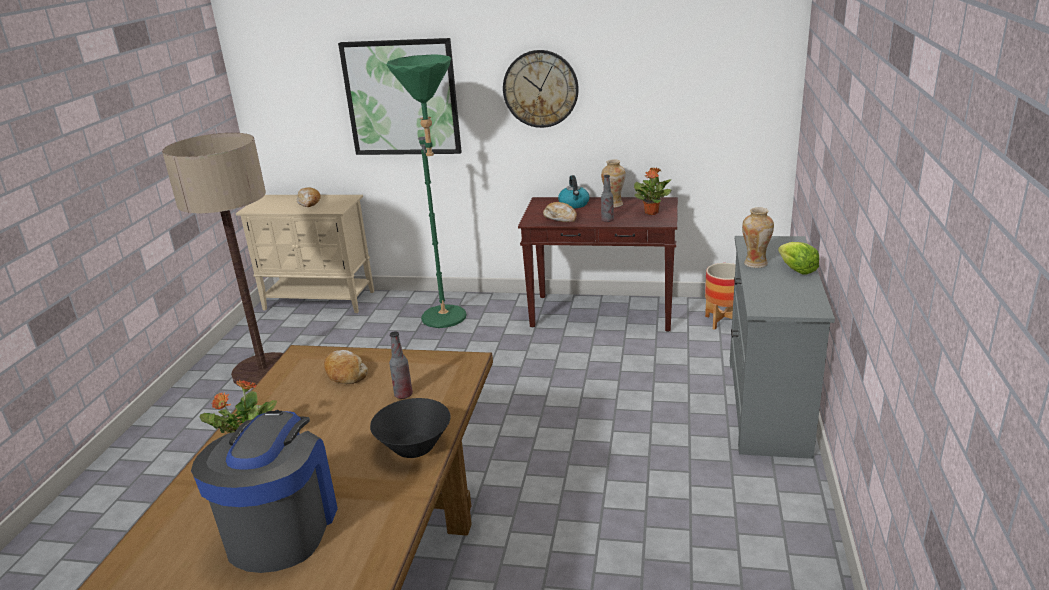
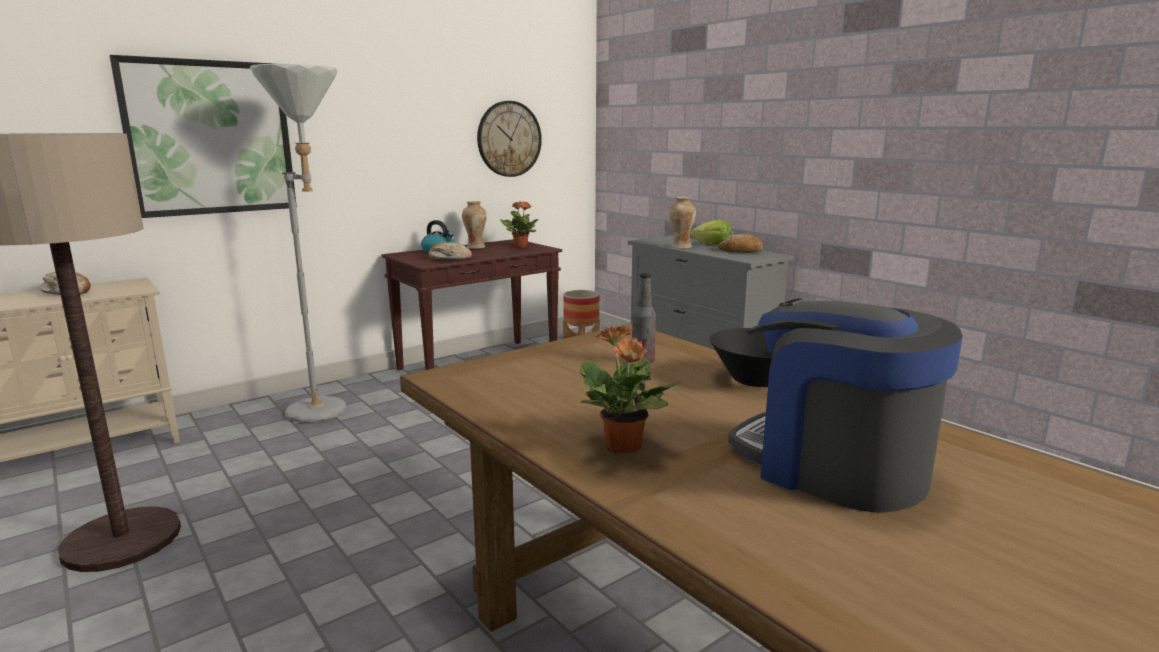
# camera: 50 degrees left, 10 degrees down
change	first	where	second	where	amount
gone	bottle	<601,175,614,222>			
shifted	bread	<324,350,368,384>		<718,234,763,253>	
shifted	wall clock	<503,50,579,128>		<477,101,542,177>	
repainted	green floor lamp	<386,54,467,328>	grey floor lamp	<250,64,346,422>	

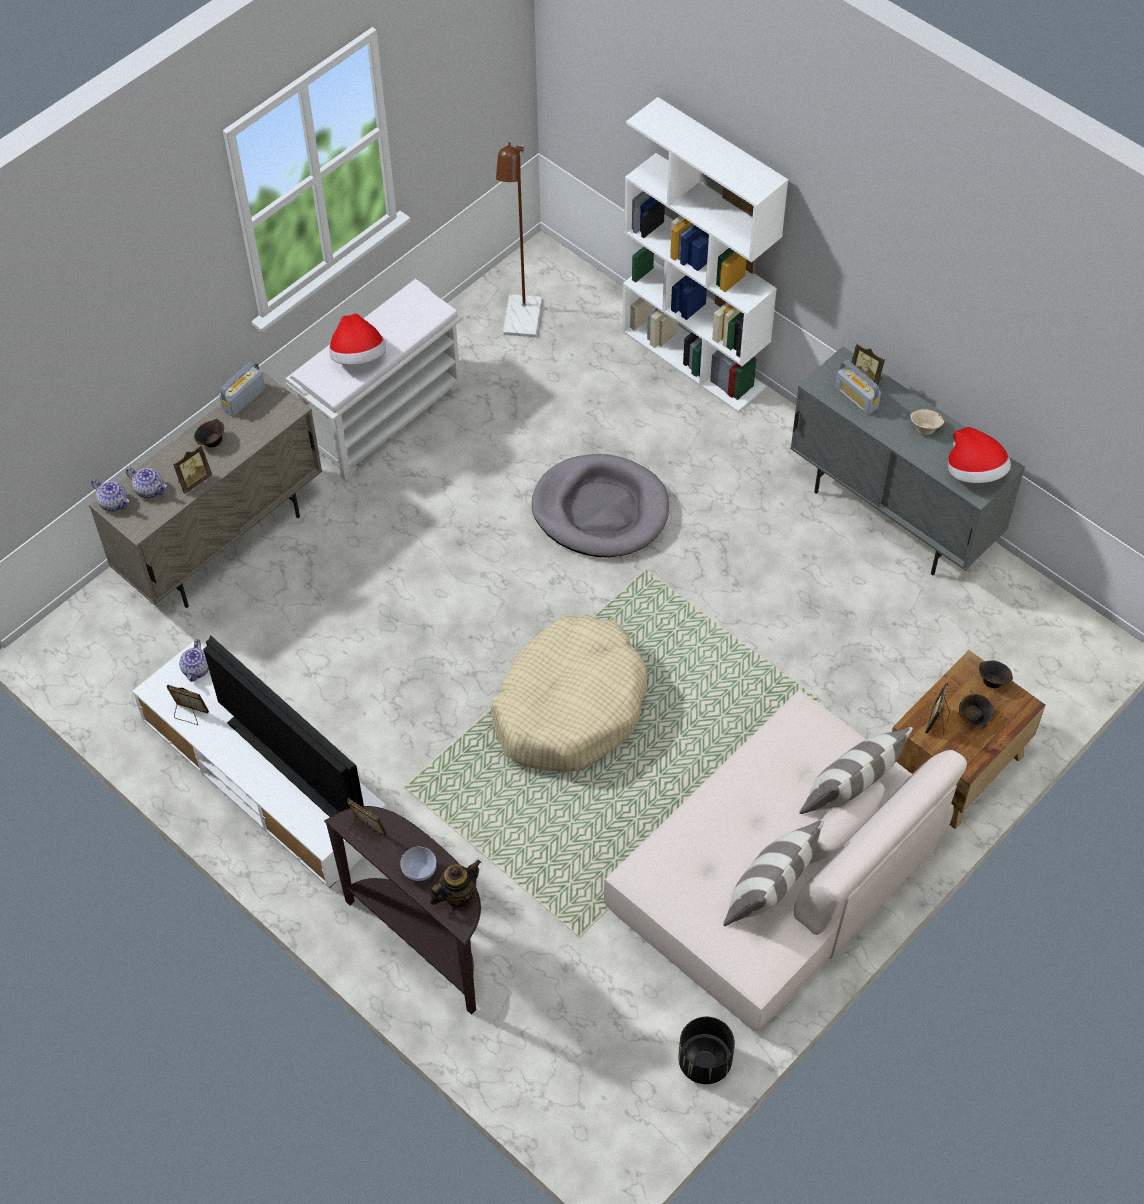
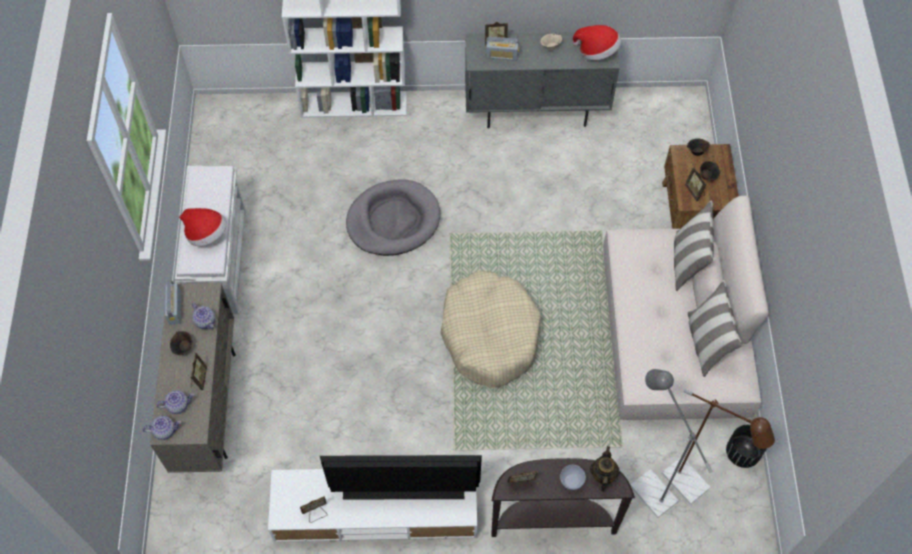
# camera: 45 degrees left, 5 degrees up
change	first	where	second	where	amount
new			grey floor lamp	<630,369,713,518>	
shifted	teapot	<179,639,209,682>		<192,303,215,329>	
shifted	brown floor lamp	<496,142,542,337>		<662,389,775,505>	

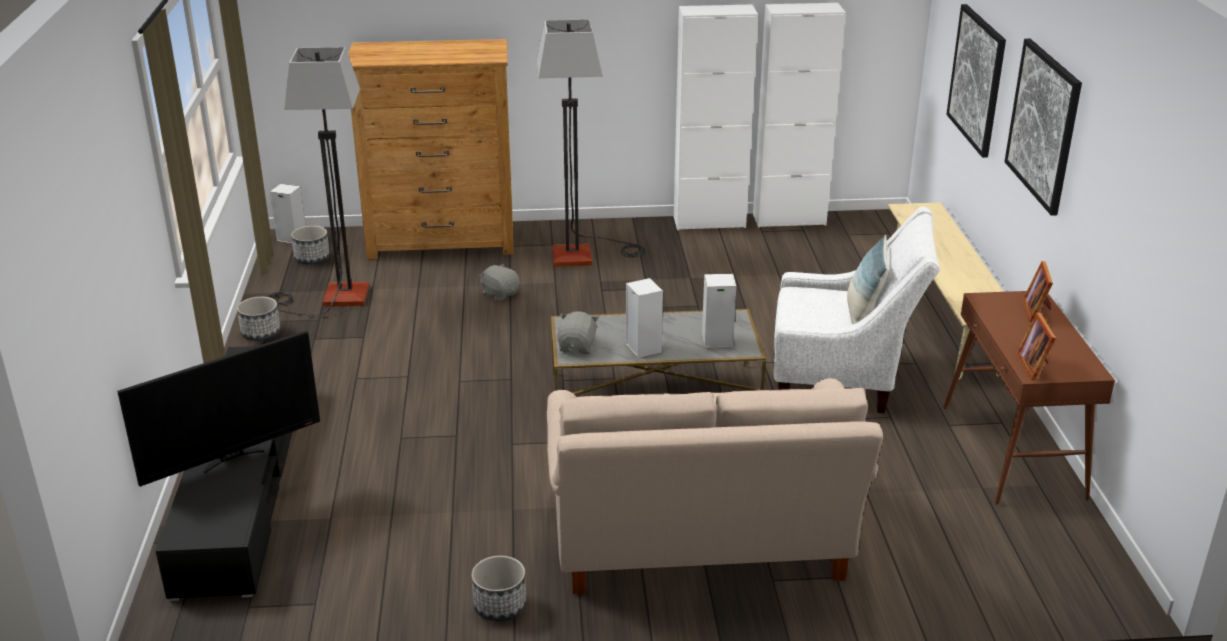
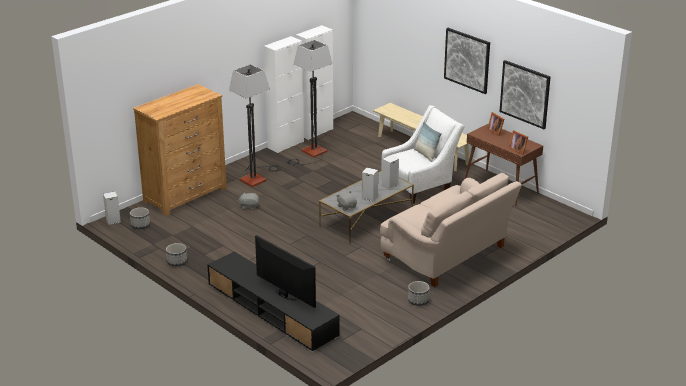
# camera: 40 degrees left, 0 degrees up
change	first	where	second	where	amount
shifted	floor lamp	<267,47,369,315>		<287,40,333,166>	
shifted	picture	<947,4,1006,158>		<499,60,551,129>	
rotated	television	<117,330,320,487>		<255,235,316,308>	60 degrees counterclockwise

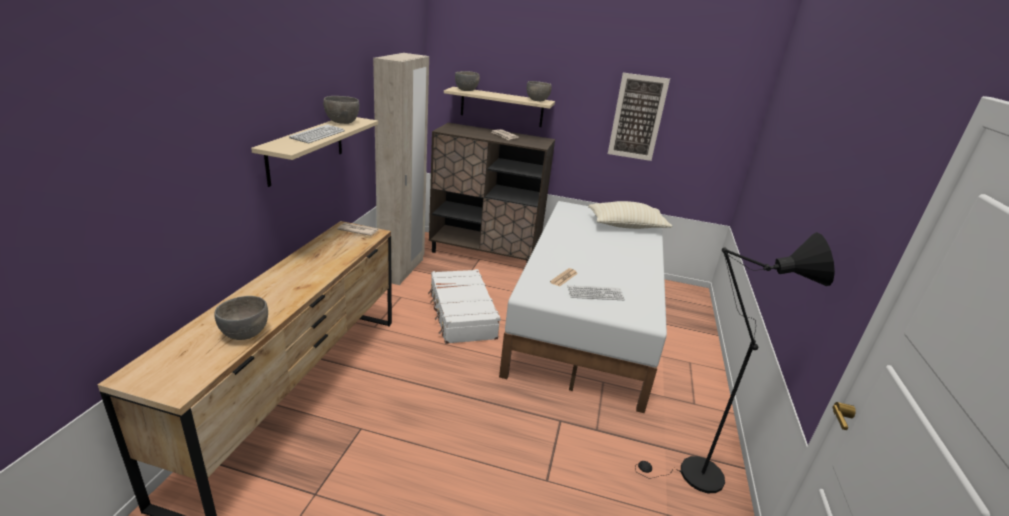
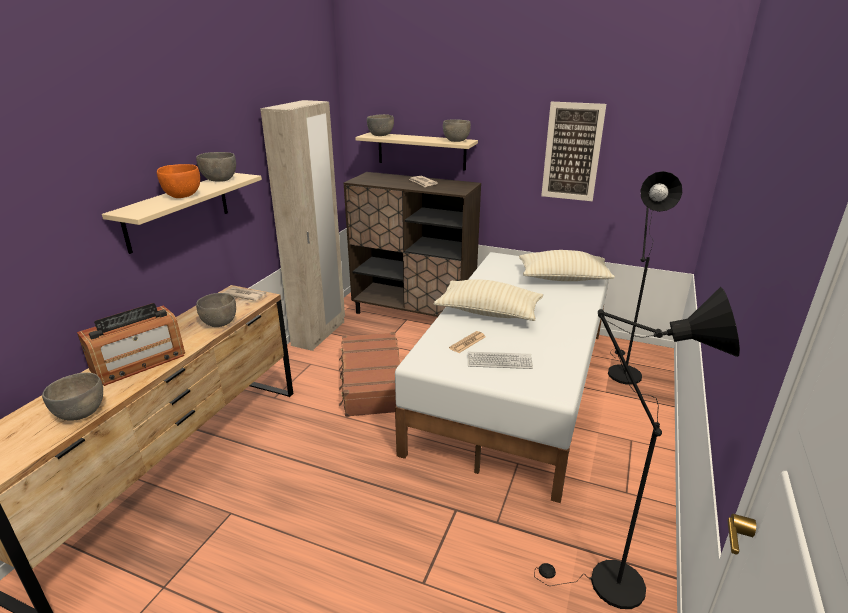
# camera: 10 degrees right, 0 degrees up
change	first	where	second	where	amount
new			radio	<77,303,185,386>	
new			grey bowl	<196,293,236,327>	
new			beige pillow	<434,279,543,321>	
new			black floor lamp	<608,171,682,385>	
swapped	keyboard	<289,124,345,143>	orange bowl	<157,164,200,198>	
repainted	white suitcase	<428,269,501,344>	brown suitcase	<339,332,400,417>	

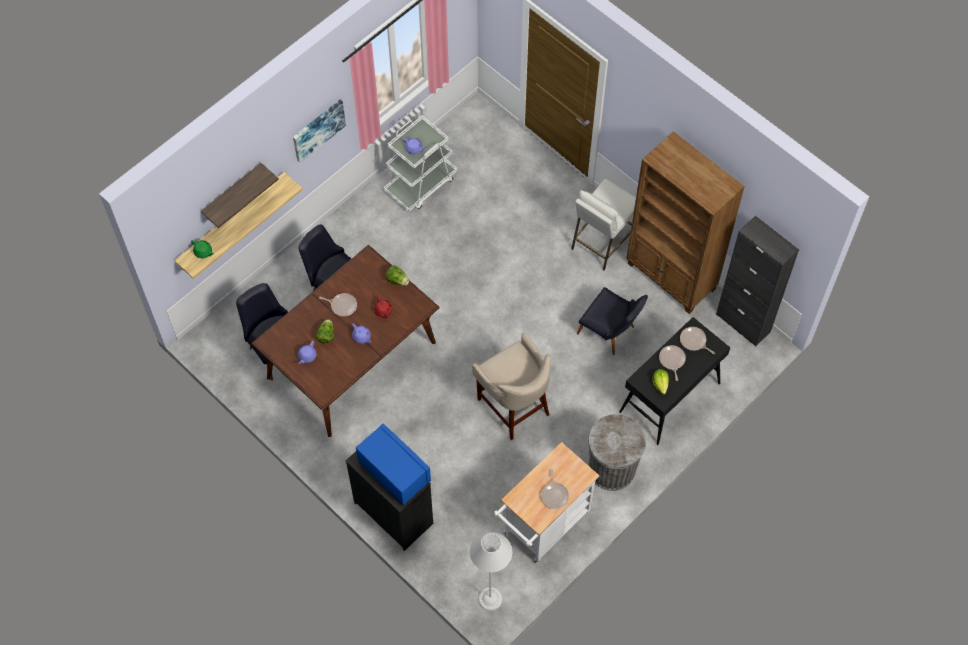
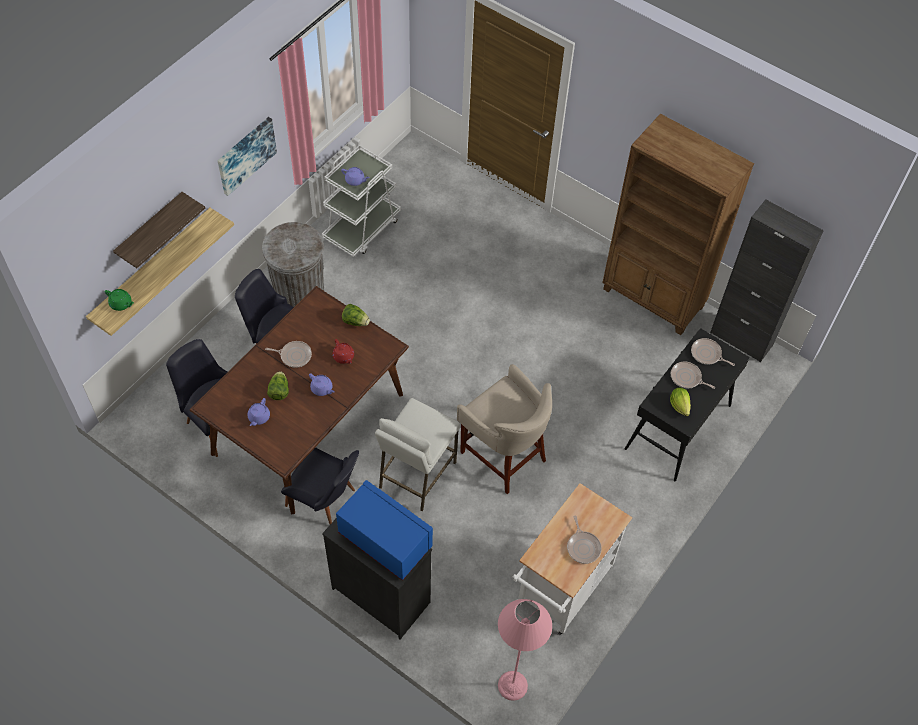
# camera: 10 degrees left, 5 degrees down
change	first	where	second	where	amount
shifted	white stool	<571,179,636,271>		<375,398,460,511>	
shifted	black chair	<577,287,648,355>		<281,447,359,524>	
shifted	grey trash can	<588,414,646,491>		<262,222,324,307>	
repainted	grey floor lamp	<470,532,512,611>	pink floor lamp	<498,599,552,701>	
rotated	frying pan	<659,345,686,381>		<671,362,715,389>	45 degrees counterclockwise

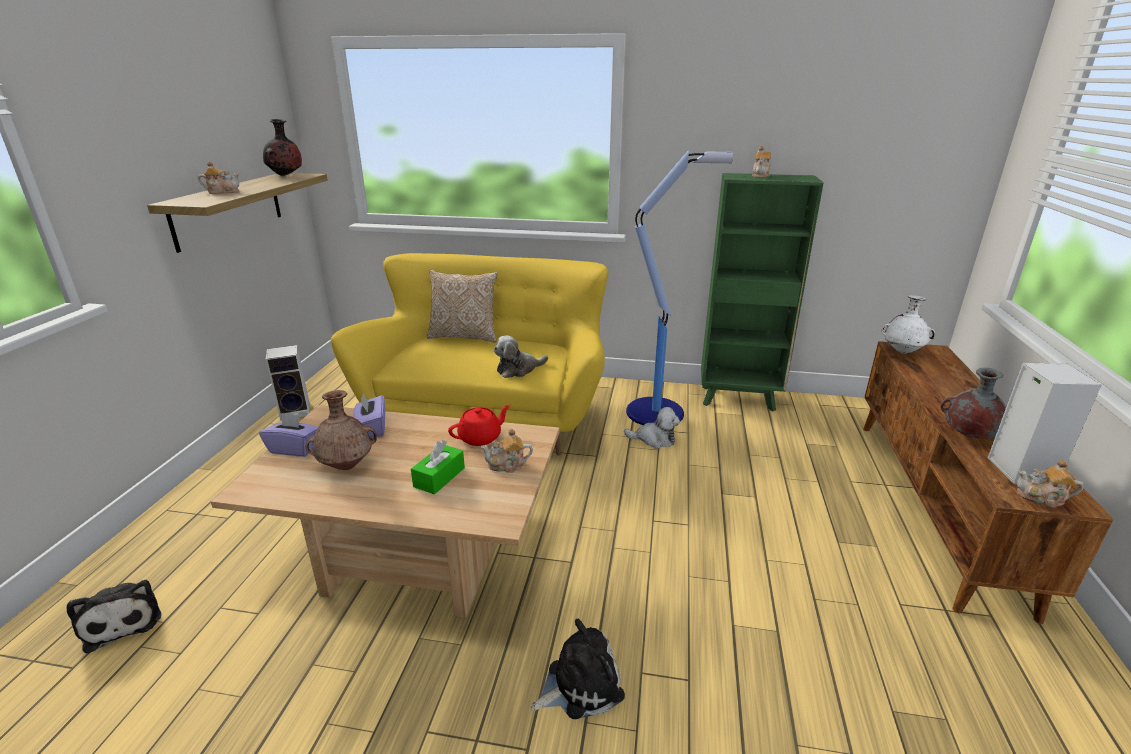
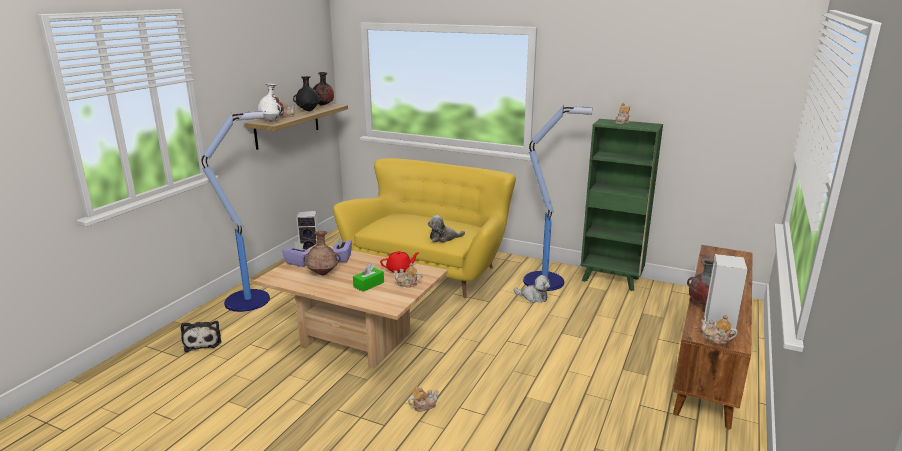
# camera: 15 degrees right, 5 degrees down
change	first	where	second	where	amount
gone	pillow	<427,270,498,343>			
new			floor lamp	<202,111,270,312>	
new			black vase	<293,76,322,111>	
shifted	white vase	<881,295,935,354>		<258,83,284,122>	
swapped	plush toy	<531,619,625,719>	teapot	<408,387,439,412>	

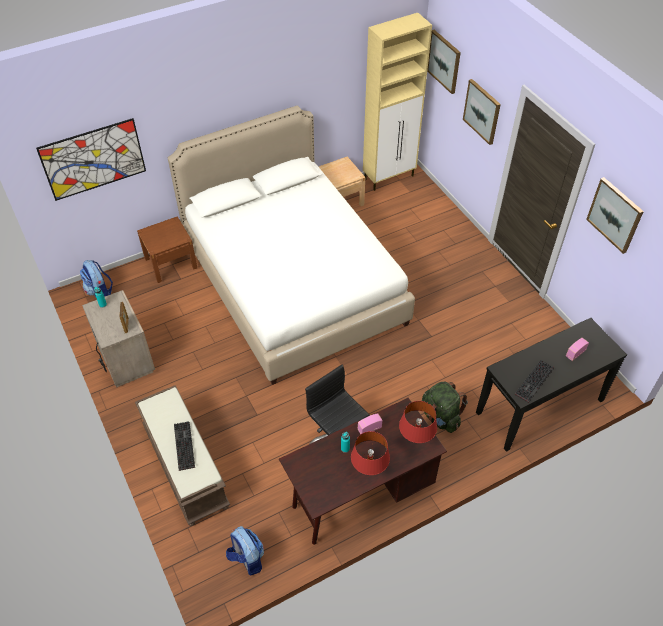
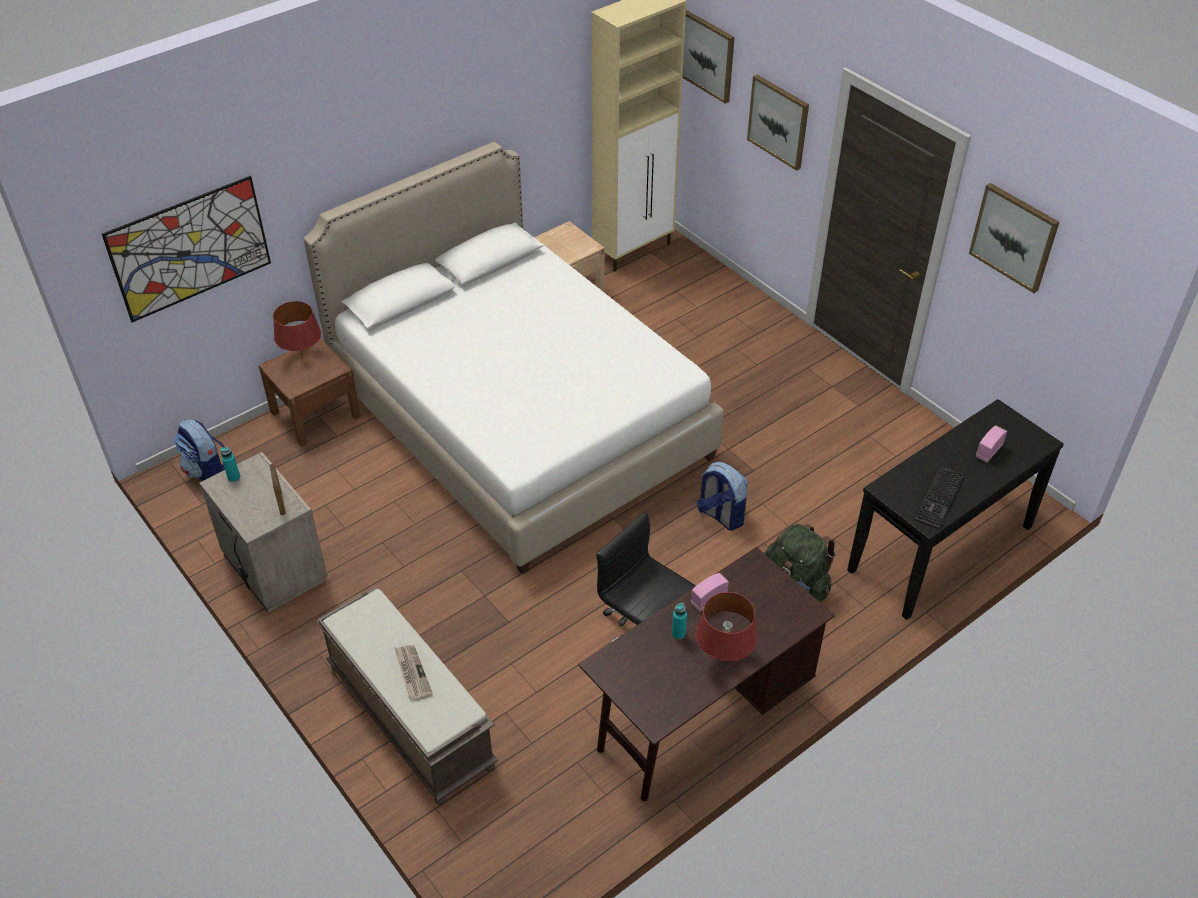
# camera: 10 degrees left, 5 degrees down
change	first	where	second	where	amount
shifted	backpack	<226,526,264,575>		<697,462,747,531>	
shifted	red table lamp	<399,401,437,443>		<273,301,321,359>	
swapped	keyboard	<174,421,195,471>	newspaper	<395,645,433,701>	

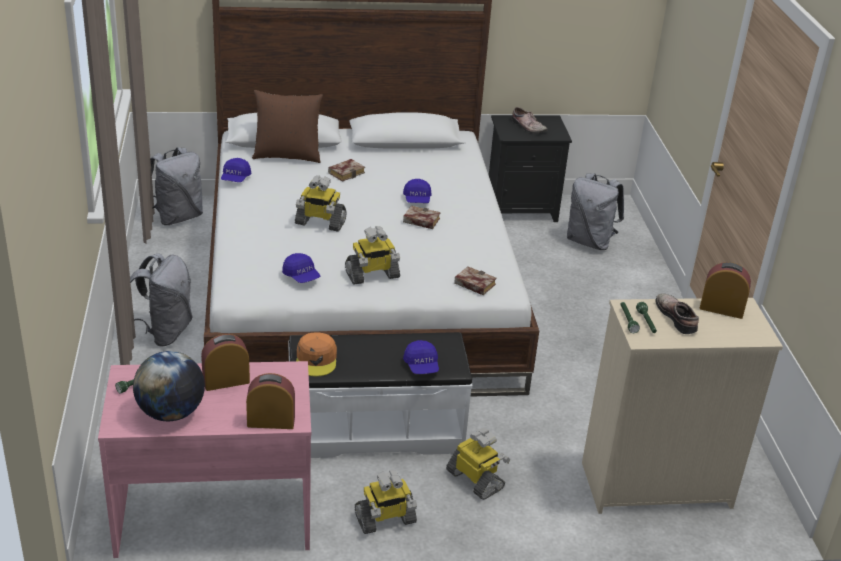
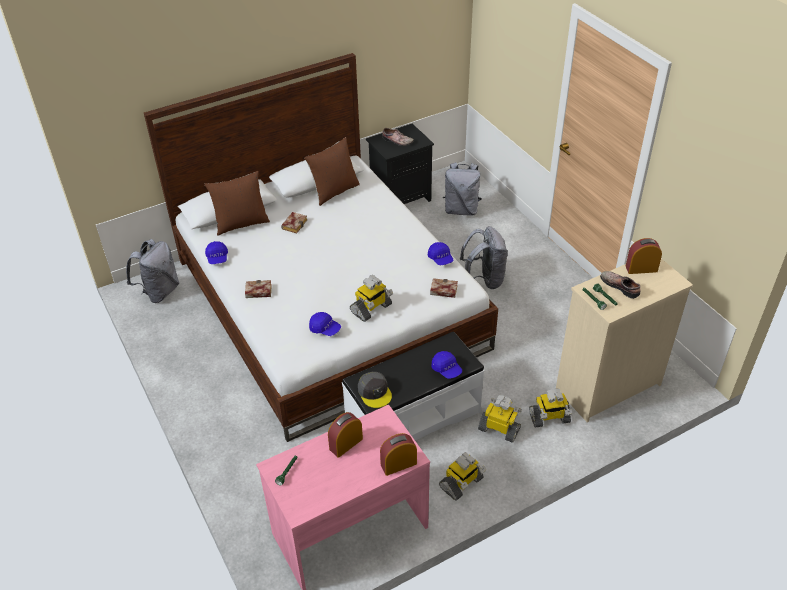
# camera: 20 degrees left, 10 degrees up
change	first	where	second	where	amount
gone	globe	<133,351,205,421>			
new			brown pillow	<304,137,360,206>	
shifted	grey backpack	<130,253,193,346>		<460,226,508,289>	
shifted	toy robot	<295,175,347,232>		<529,388,572,428>	
shifted	blue cap	<403,179,432,203>		<428,242,454,265>	
shifted	book	<403,206,441,229>		<245,280,272,298>	
repainted	orange cap	<296,332,337,376>	grey cap	<358,372,392,408>	

